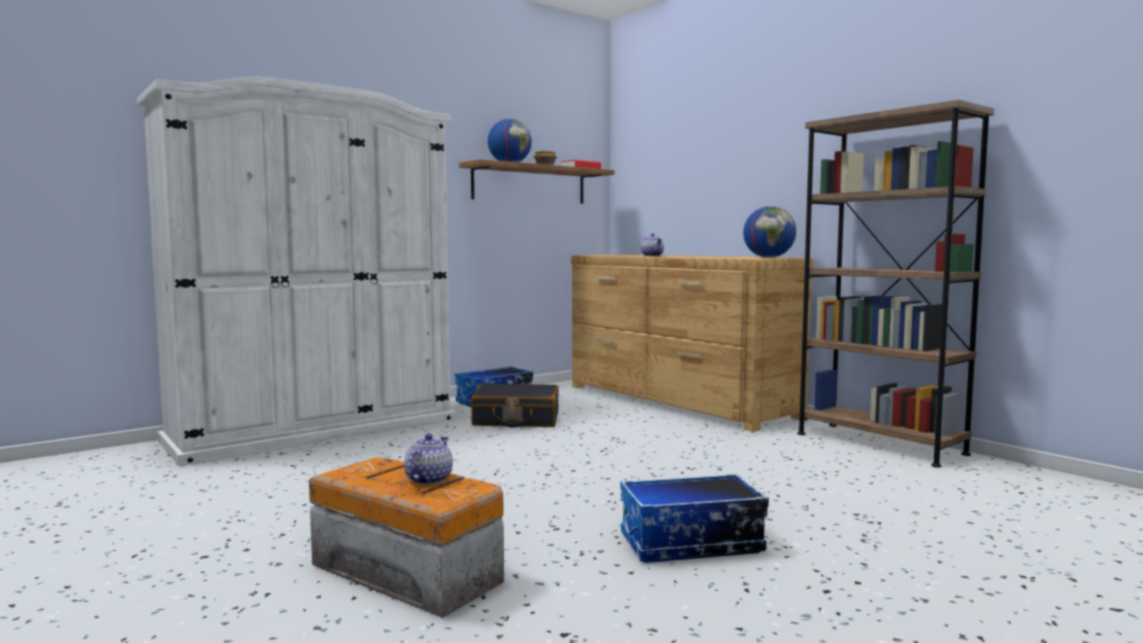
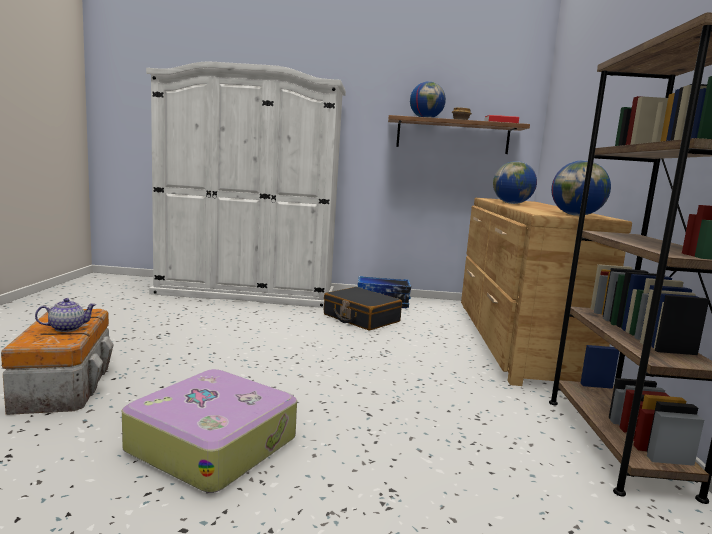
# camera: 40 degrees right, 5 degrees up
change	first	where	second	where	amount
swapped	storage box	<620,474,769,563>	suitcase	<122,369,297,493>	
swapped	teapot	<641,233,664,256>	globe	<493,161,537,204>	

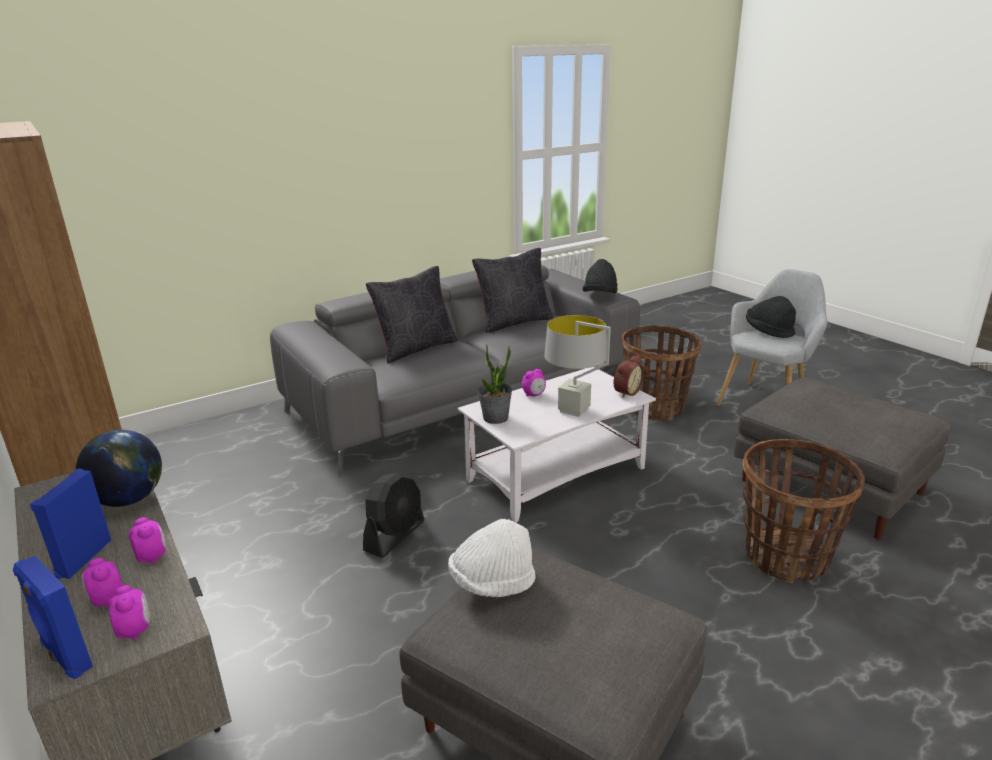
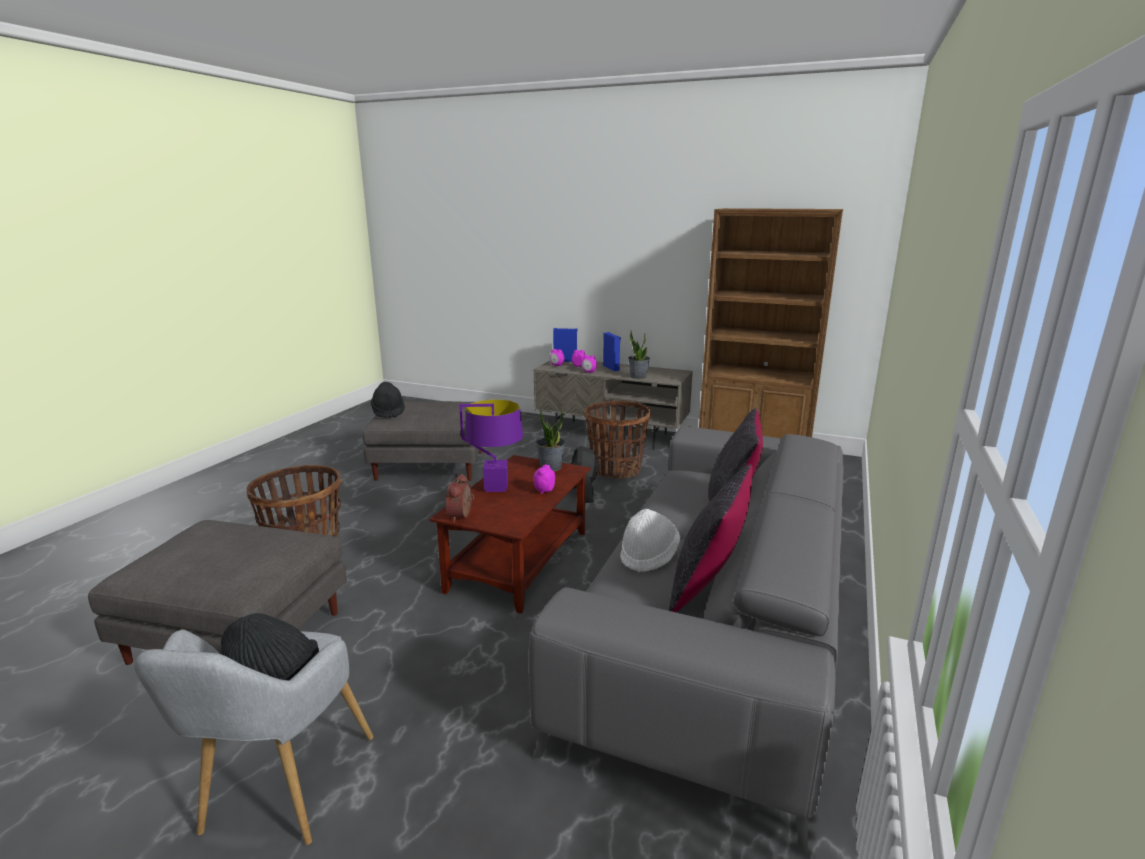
# camera: 145 degrees right, 5 degrees down
change	first	where	second	where	amount
shifted	white hat	<448,519,536,597>		<620,509,680,572>	
shifted	black hat	<583,259,618,293>		<371,382,405,418>	
shifted	basket	<622,325,701,420>		<585,401,650,479>	
swapped	globe	<76,430,162,507>	potted plant	<628,331,650,379>	
repainted	white coffee table	<458,367,656,522>	brown coffee table	<430,455,591,614>	
repainted	grey table lamp	<544,315,611,417>	purple table lamp	<459,399,523,492>	

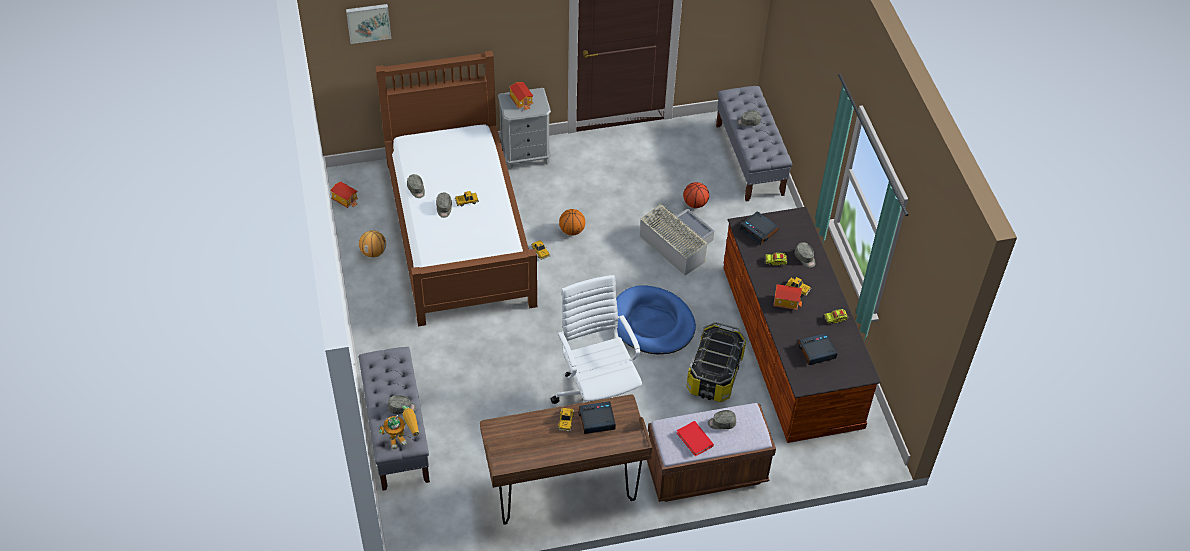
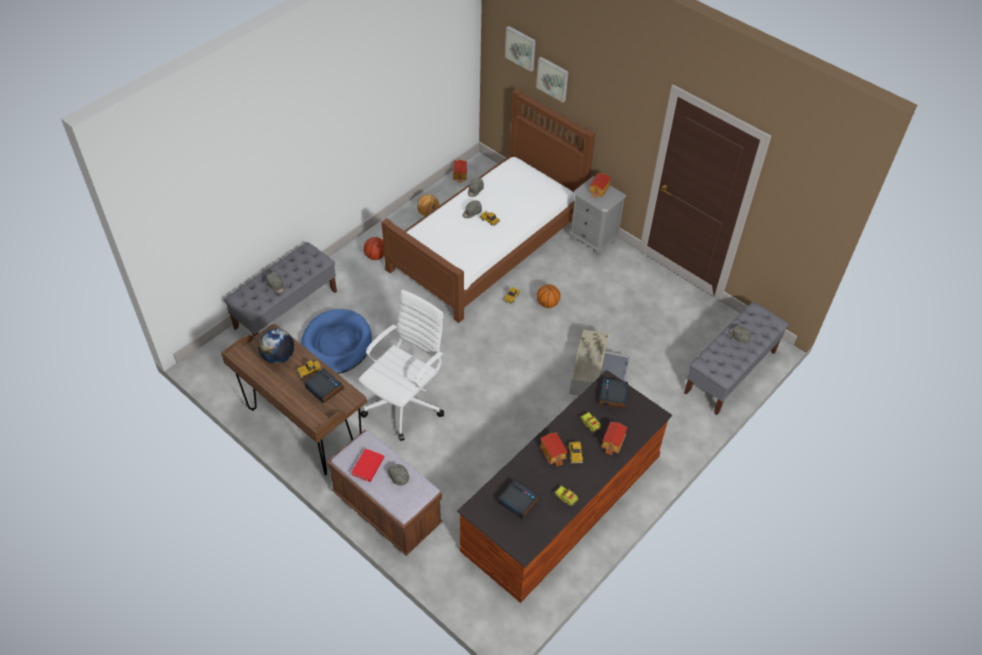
# camera: 55 degrees right, 0 degrees up
change	first	where	second	where	amount
gone	toy robot	<379,406,419,449>			
gone	storage box	<686,322,746,402>			
new			globe	<258,329,294,364>	
new			picture	<536,57,568,102>	
shifted	blue dog bed	<616,285,696,354>		<301,309,372,374>	
shifted	basketball	<683,182,709,208>		<364,237,384,260>	
swapped	grey cap	<794,242,815,268>	toy house	<601,422,627,455>	

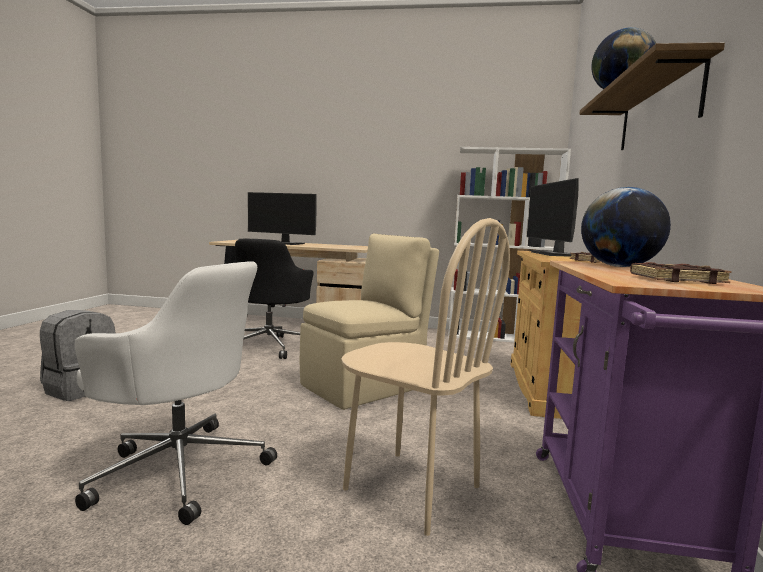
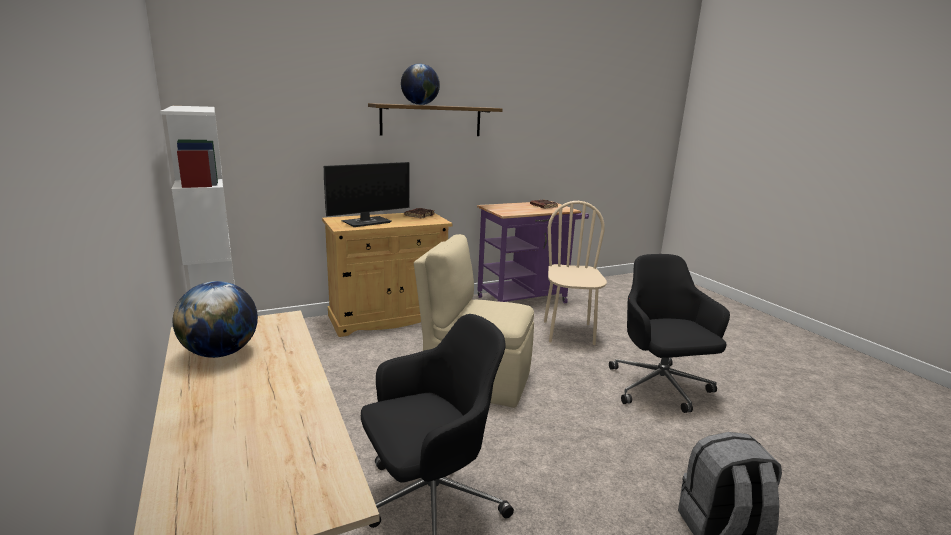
# camera: 125 degrees left, 10 degrees up
change	first	where	second	where	amount
gone	monitor	<248,192,317,245>			
shifted	globe	<581,187,671,267>		<173,281,258,358>	
repainted	white office chair	<75,261,277,525>	black office chair	<609,254,730,413>	

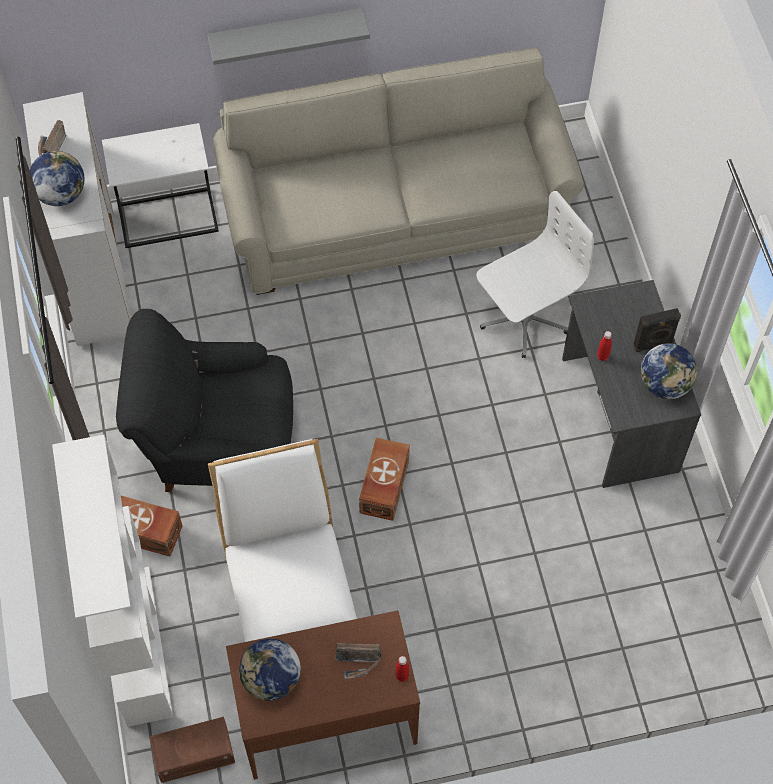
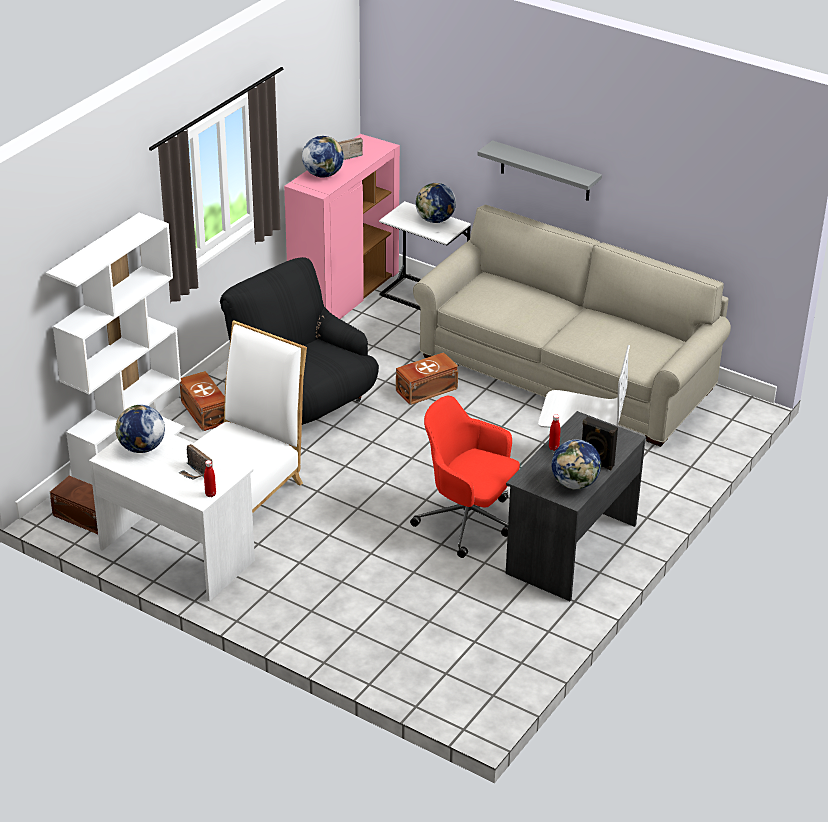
# camera: 45 degrees right, 25 degrees down
change	first	where	second	where	amount
new			red office chair	<410,396,520,558>	
new			globe	<416,183,456,223>	
shifted	brown storage box	<359,438,410,521>		<396,352,458,405>	
repainted	white cabinet	<23,92,131,346>	pink cabinet	<284,134,400,319>	
repainted	brown desk	<226,610,420,780>	white desk	<89,431,255,602>	

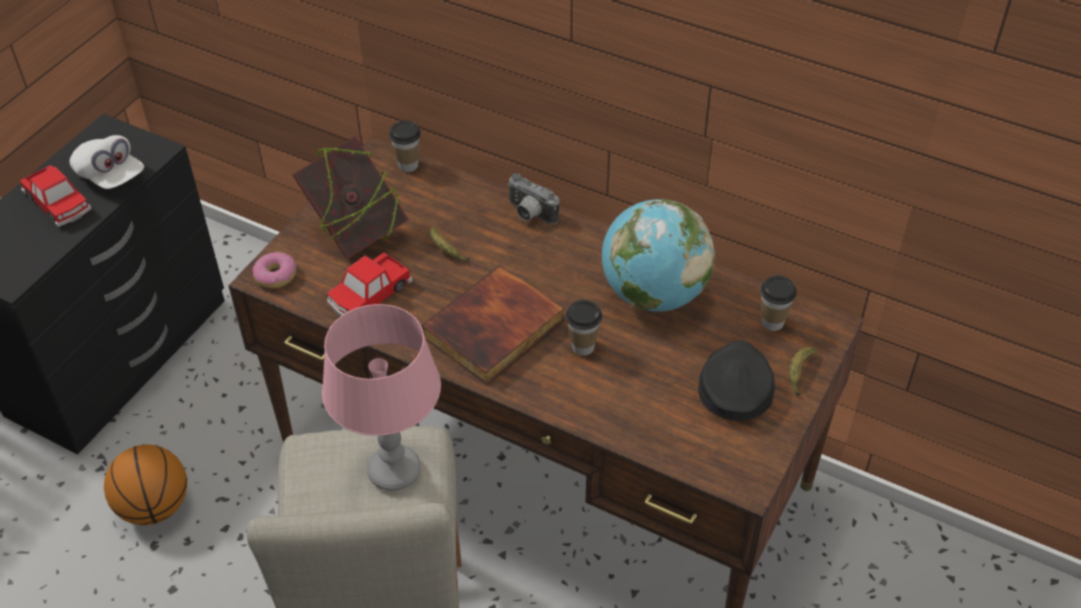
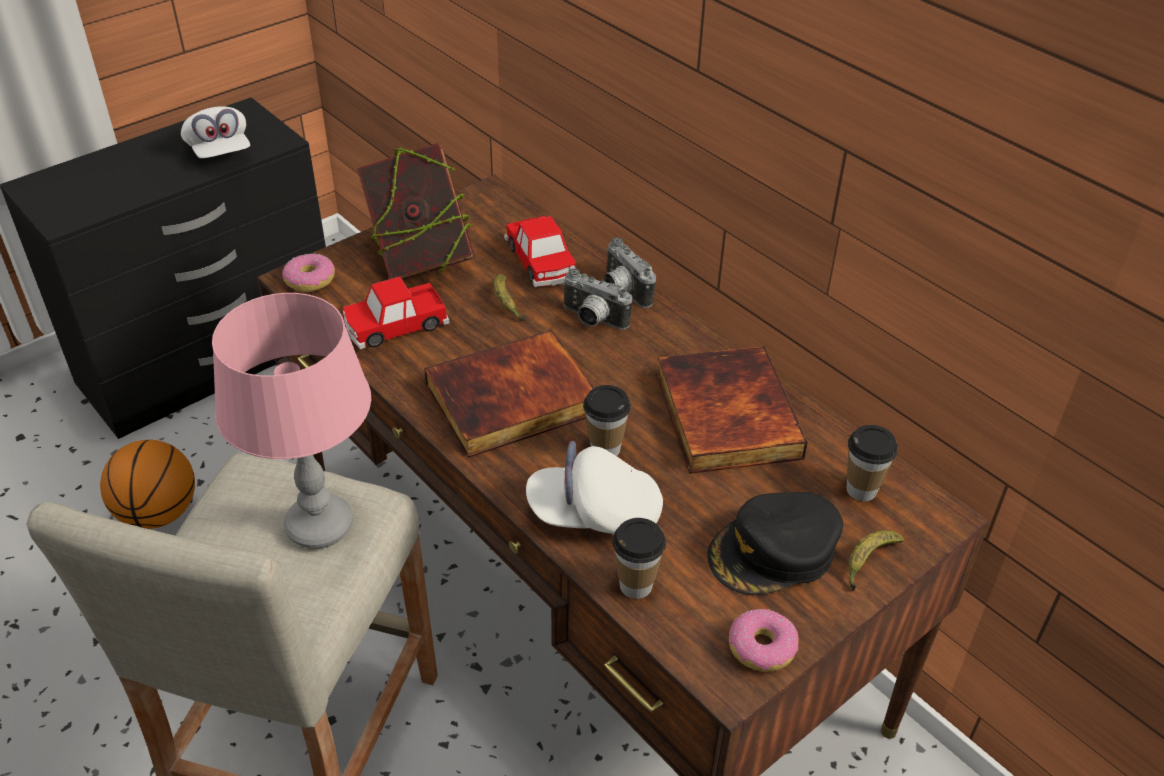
# camera: 20 degrees right, 5 degrees down
change	first	where	second	where	amount
new			white cap	<526,441,663,534>	
new			photo camera	<562,268,632,330>	
new			donut	<729,609,799,672>	
shifted	toy car	<20,165,92,227>		<504,216,576,287>	
shifted	cup	<389,120,421,172>		<612,518,666,599>	
swapped	globe	<602,199,715,312>	book	<656,346,808,474>	
rotated	black cap	<698,341,775,421>		<707,492,843,595>	150 degrees counterclockwise

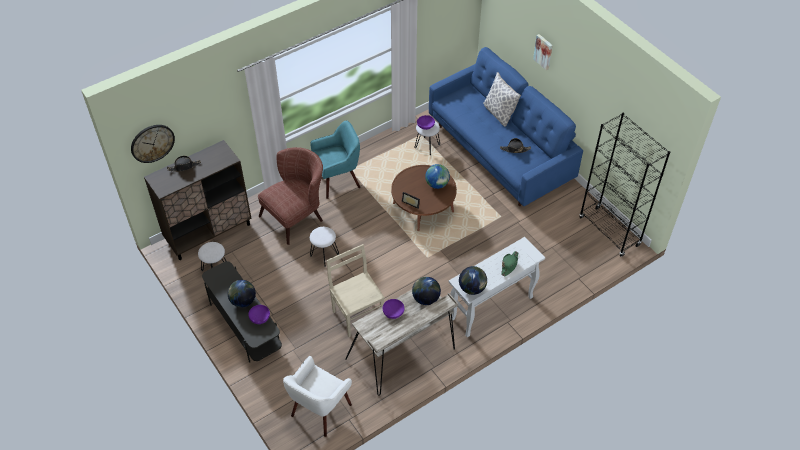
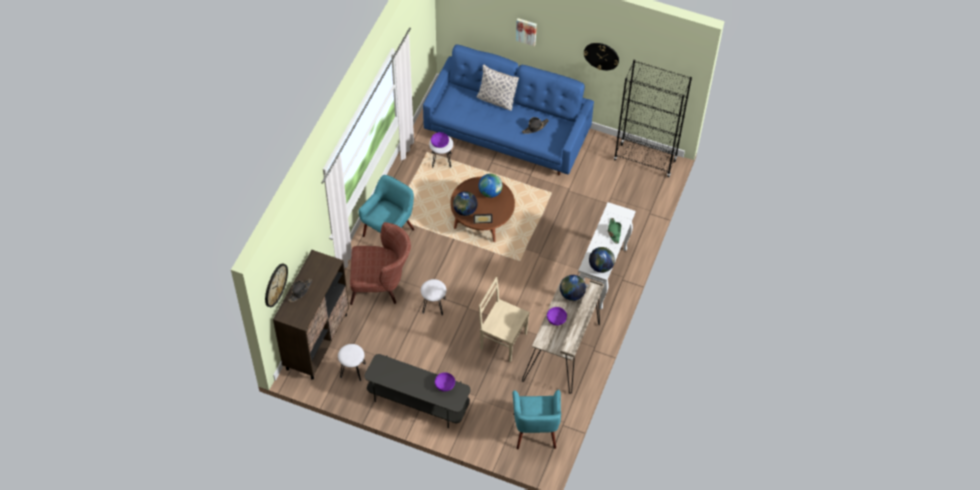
# camera: 35 degrees left, 5 degrees up
change	first	where	second	where	amount
new			wall clock	<584,43,619,70>	
shifted	globe	<228,280,256,308>		<453,191,478,216>	
repainted	white armchair	<283,356,352,437>	turquoise armchair	<513,390,561,450>	
rotated	brown armchair	<258,147,323,245>		<350,222,411,305>	75 degrees clockwise

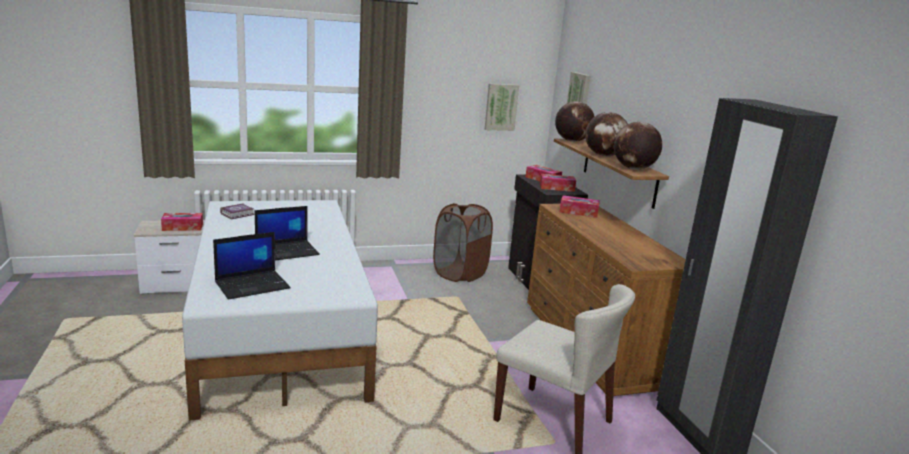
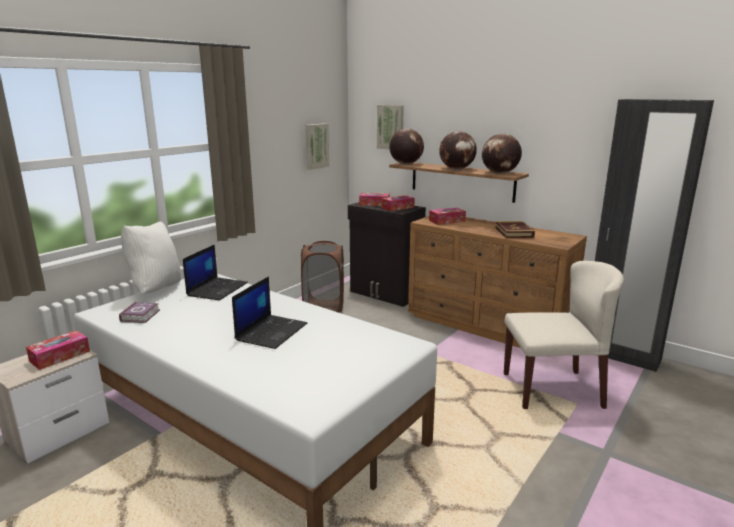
# camera: 35 degrees left, 0 degrees up
change	first	where	second	where	amount
new			white pillow	<121,222,181,294>	
new			book	<495,221,535,238>	
shifted	laptop	<213,232,290,300>		<183,244,248,300>	

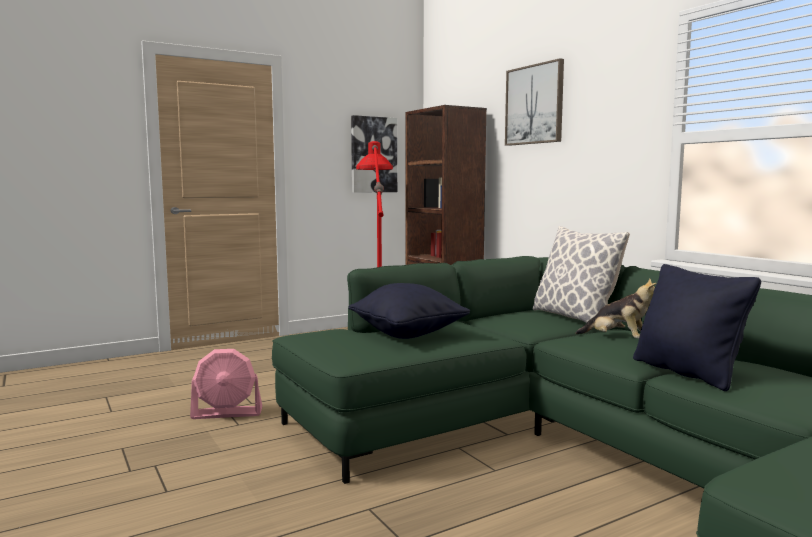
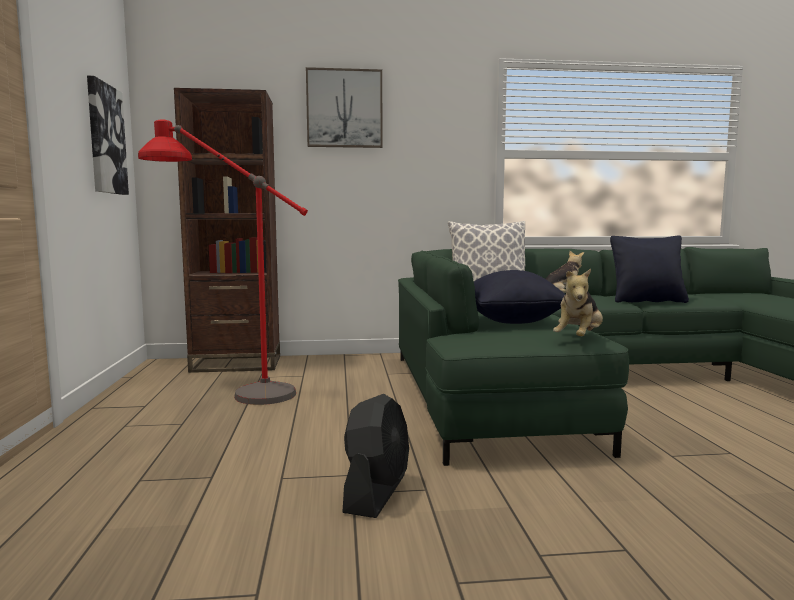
# camera: 65 degrees left, 0 degrees up
change	first	where	second	where	amount
new			plush toy	<553,269,603,336>	
repainted	pink fan	<190,349,262,419>	black fan	<342,394,409,518>	

